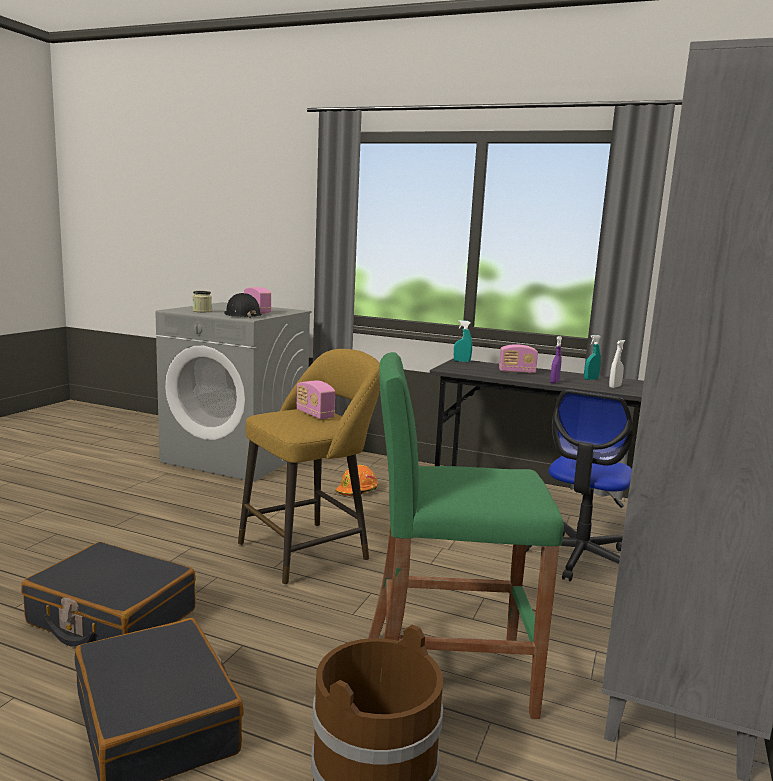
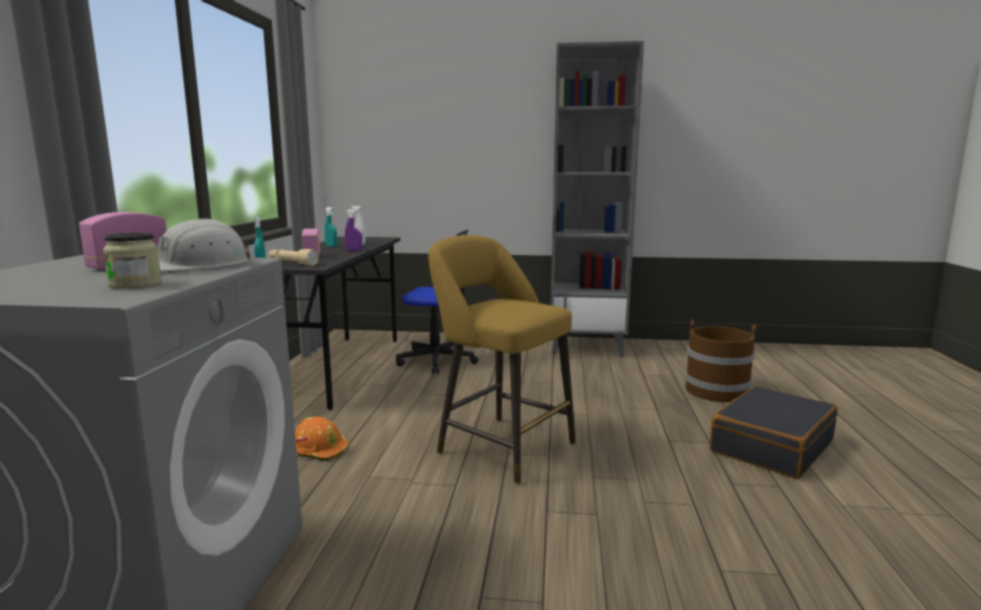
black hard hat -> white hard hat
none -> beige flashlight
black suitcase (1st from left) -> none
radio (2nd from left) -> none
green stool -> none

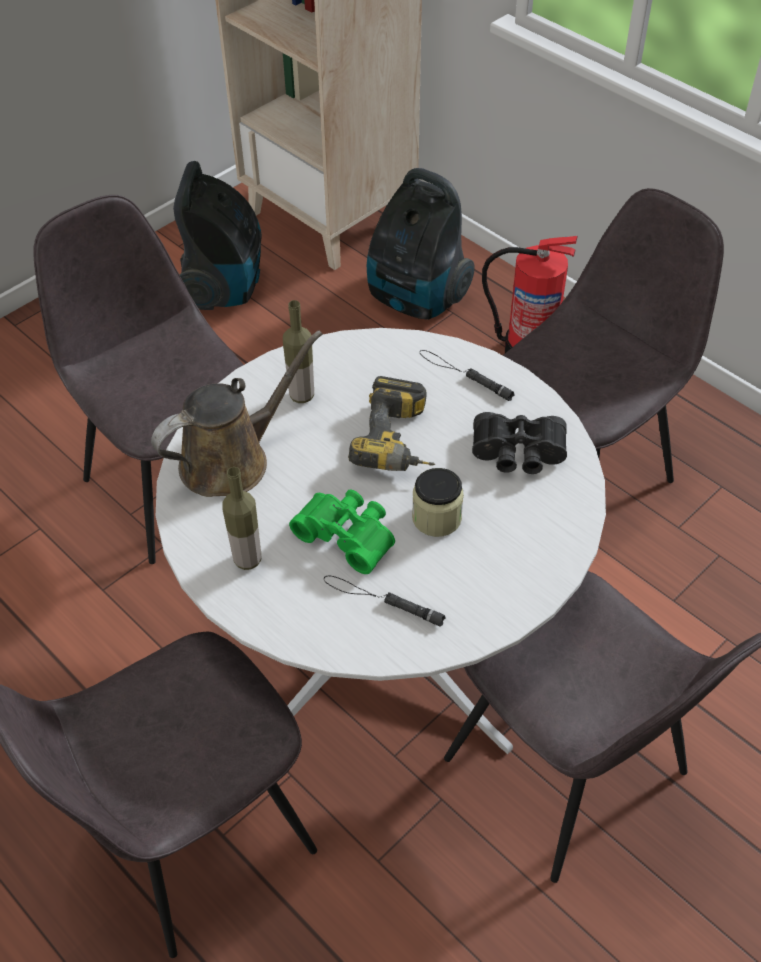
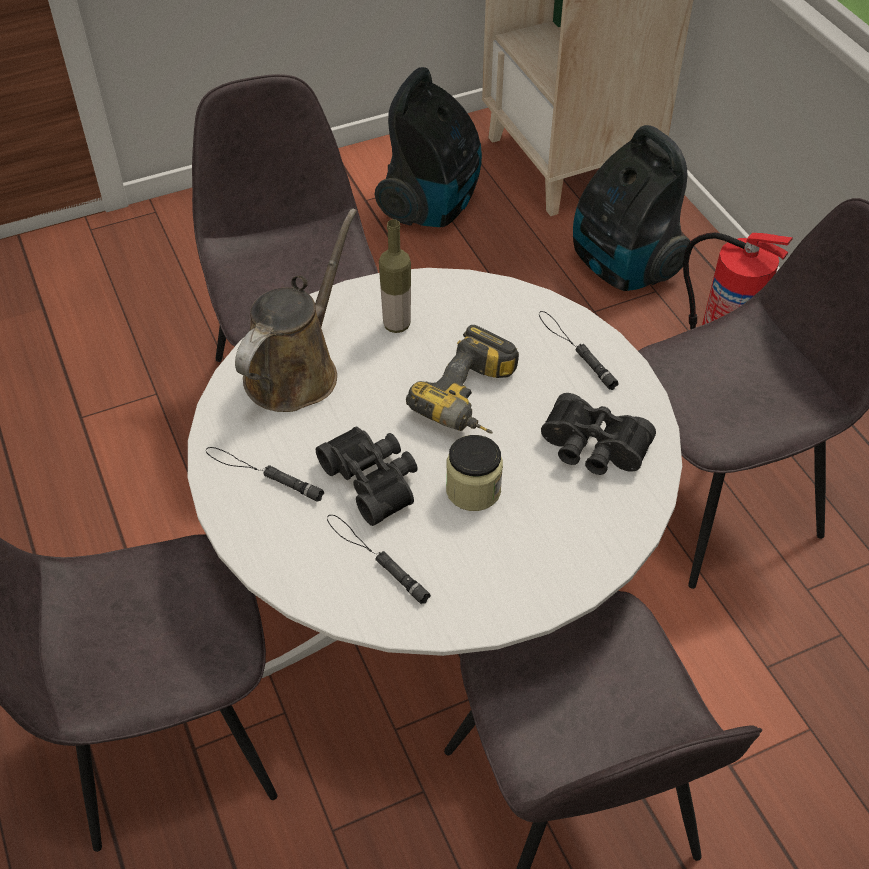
bottle (1st from left) -> black flashlight (1st from left)
brown watering can, 45 degrees counterclockwise
green binoculars -> black binoculars (1st from left)

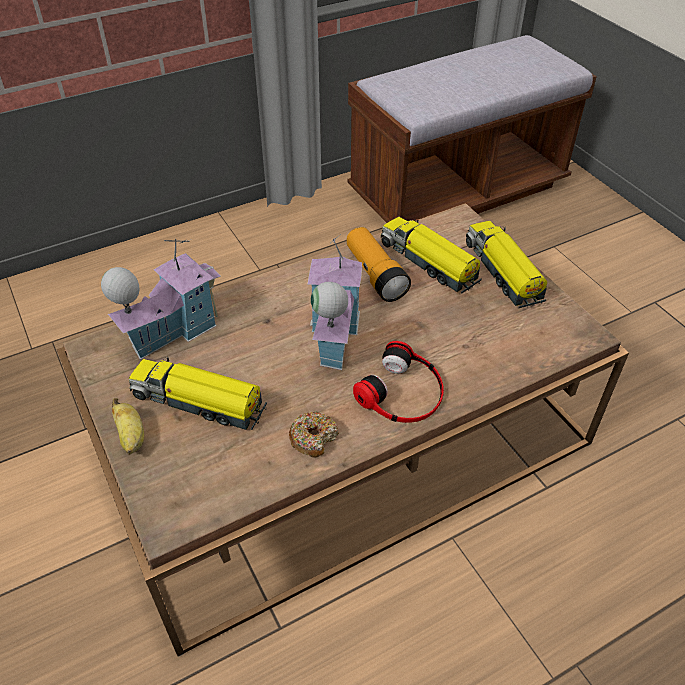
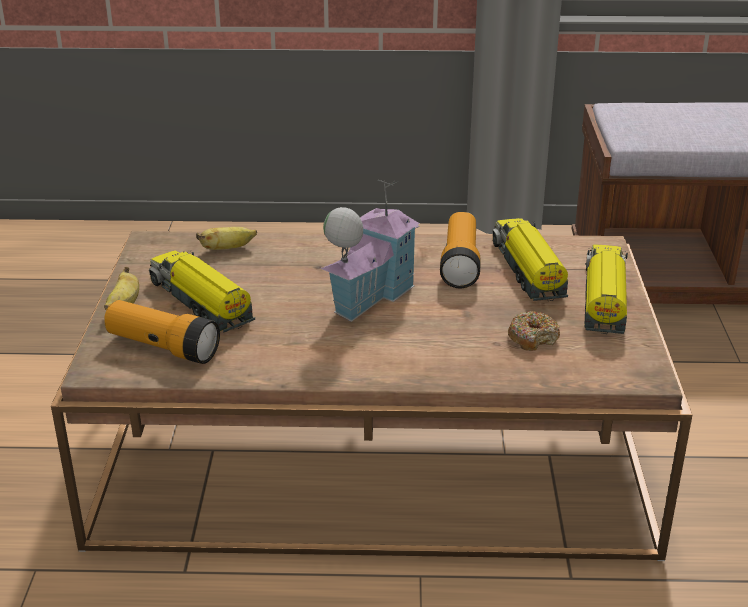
none -> flashlight (1st from left)
toy house (1st from left) -> banana (2nd from left)
donut, move
headphones -> none

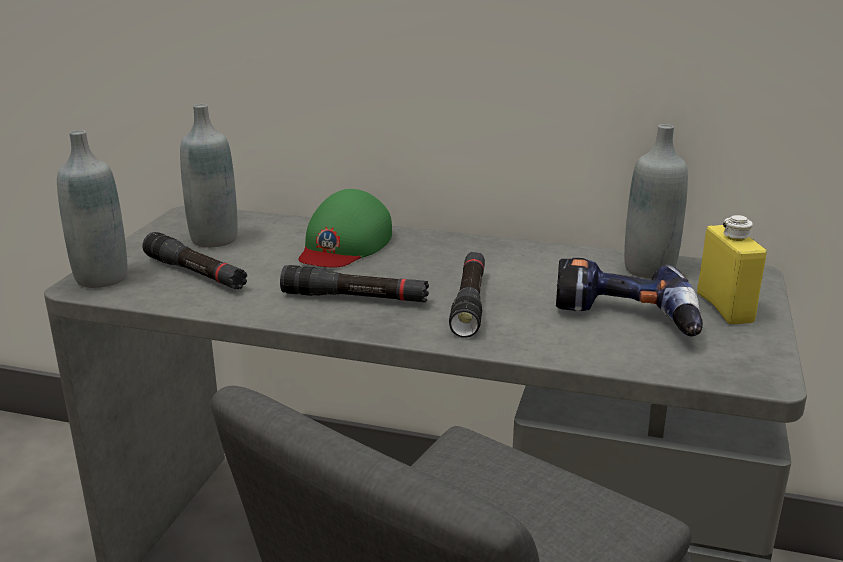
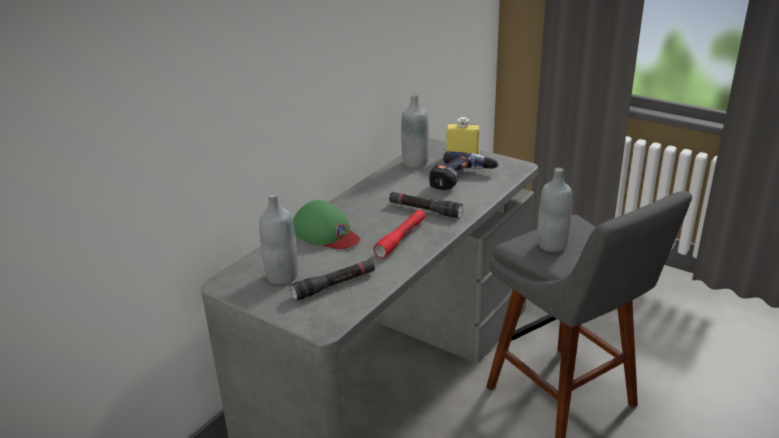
black flashlight (2nd from left) -> red flashlight
grey bottle (1st from left in the first image) -> grey bottle (3rd from left), move

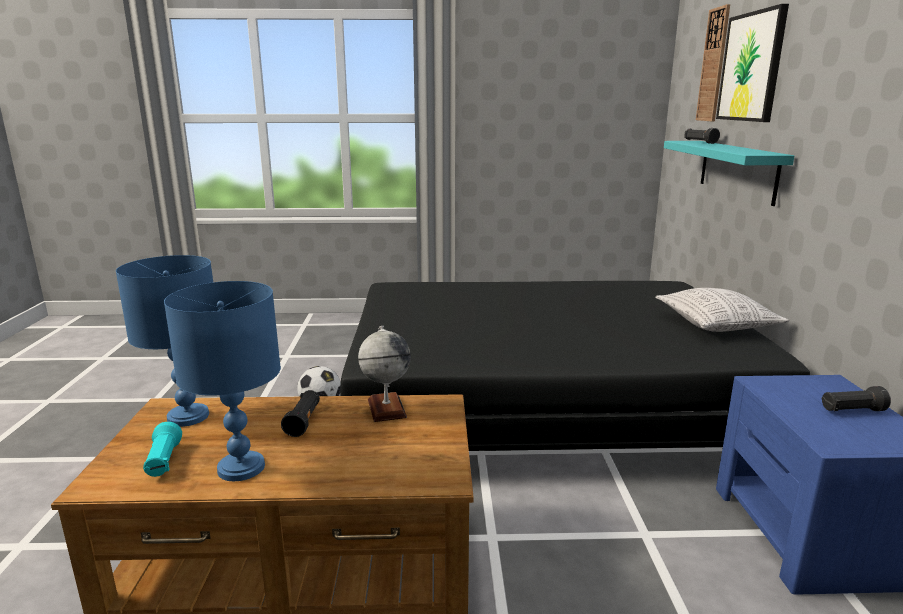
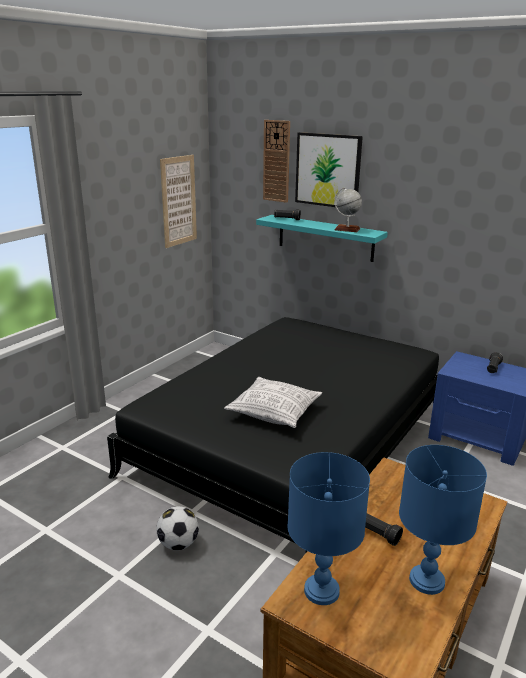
none -> picture (1st from left)
pillow, move
globe, move
turquoise flashlight -> none

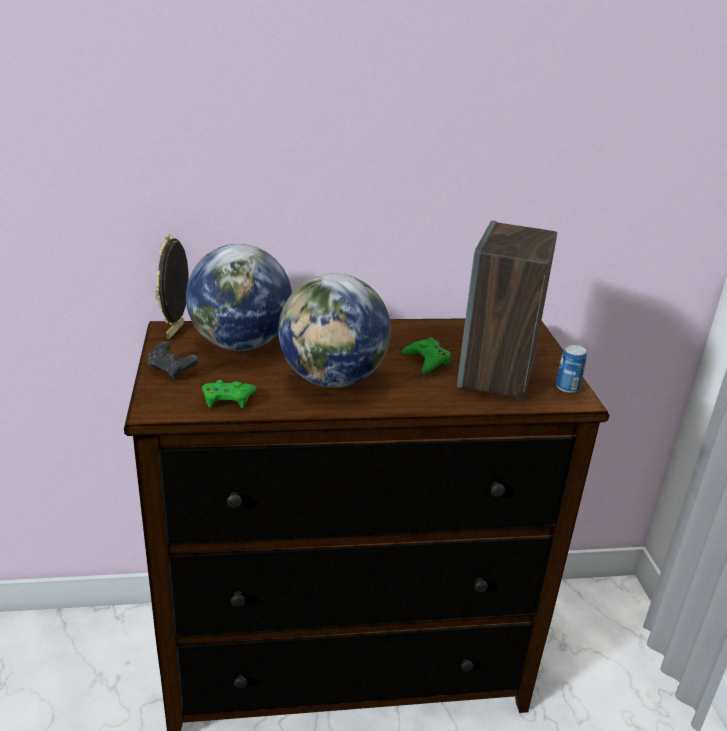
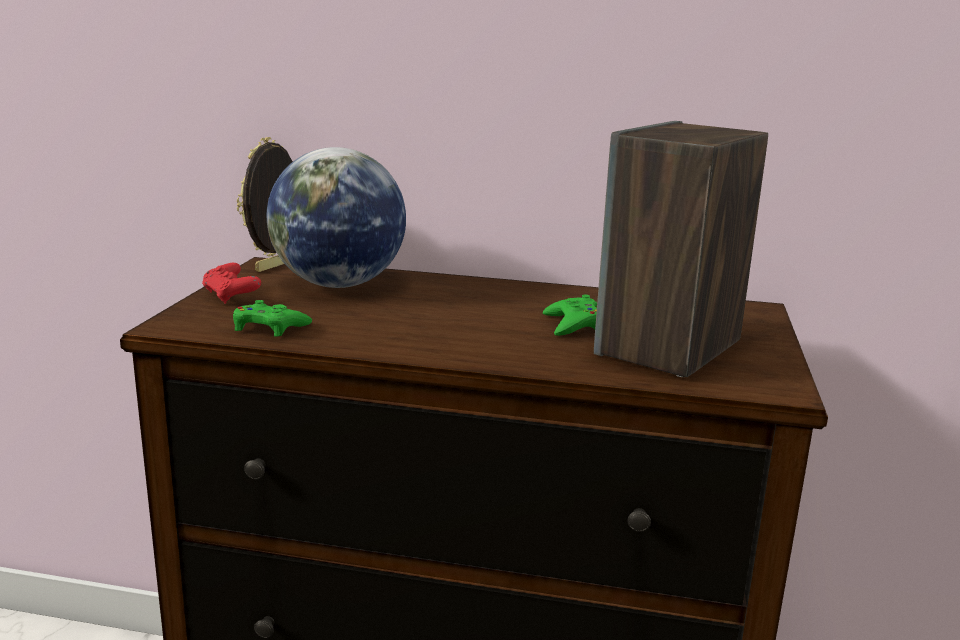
black game controller -> red game controller
globe (2nd from left) -> none
can -> none

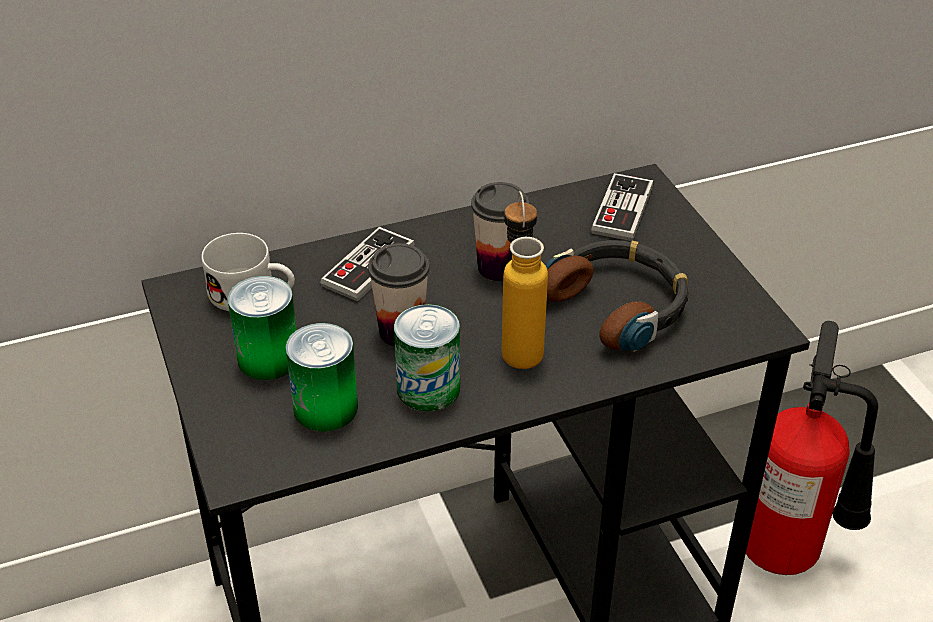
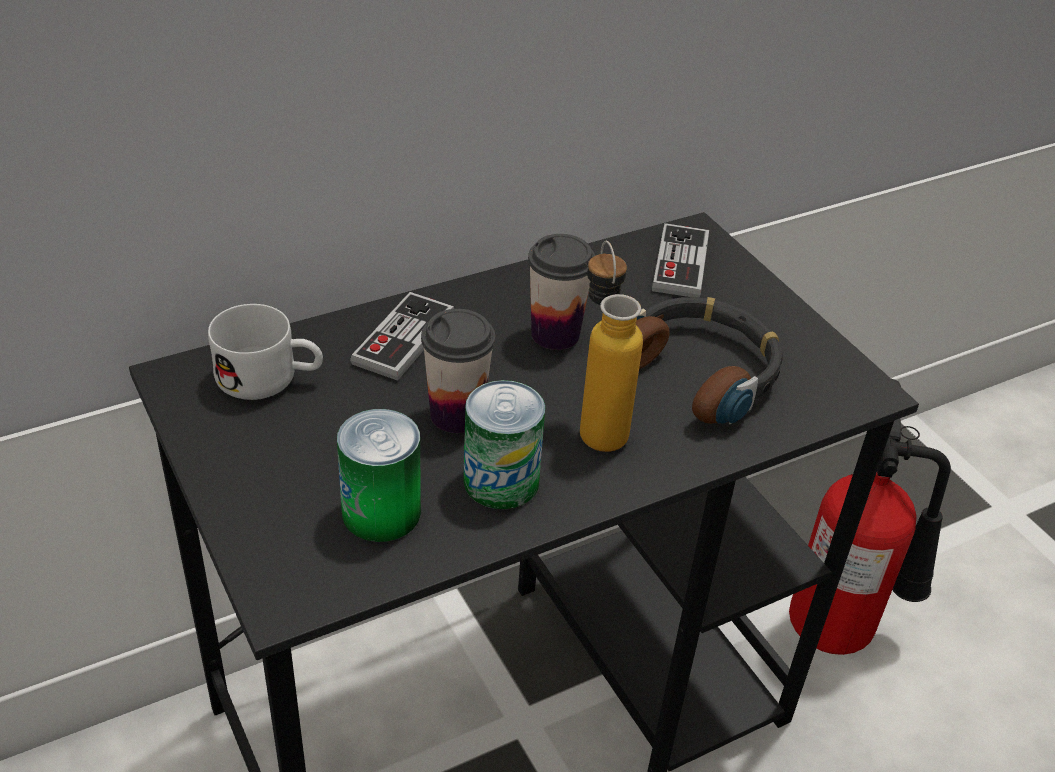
can (1st from left) -> none

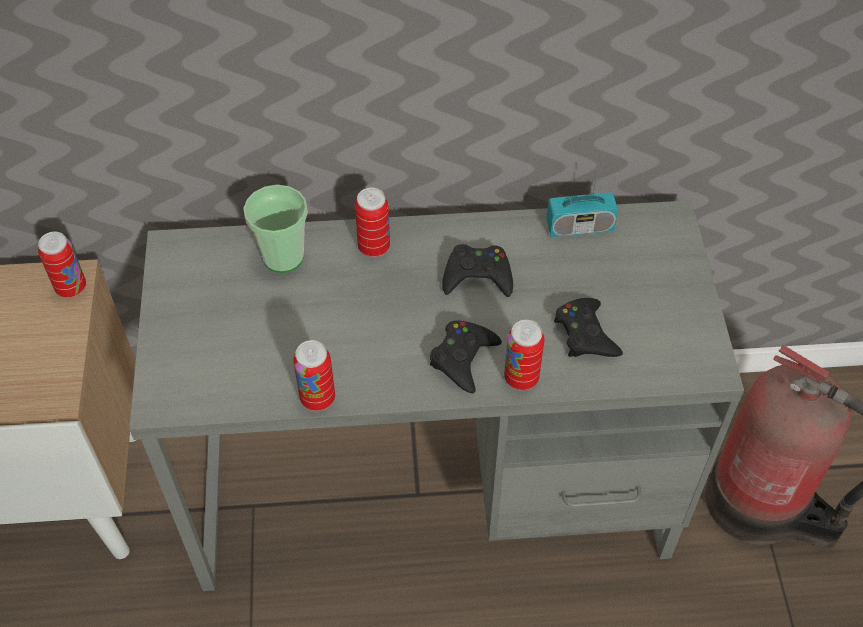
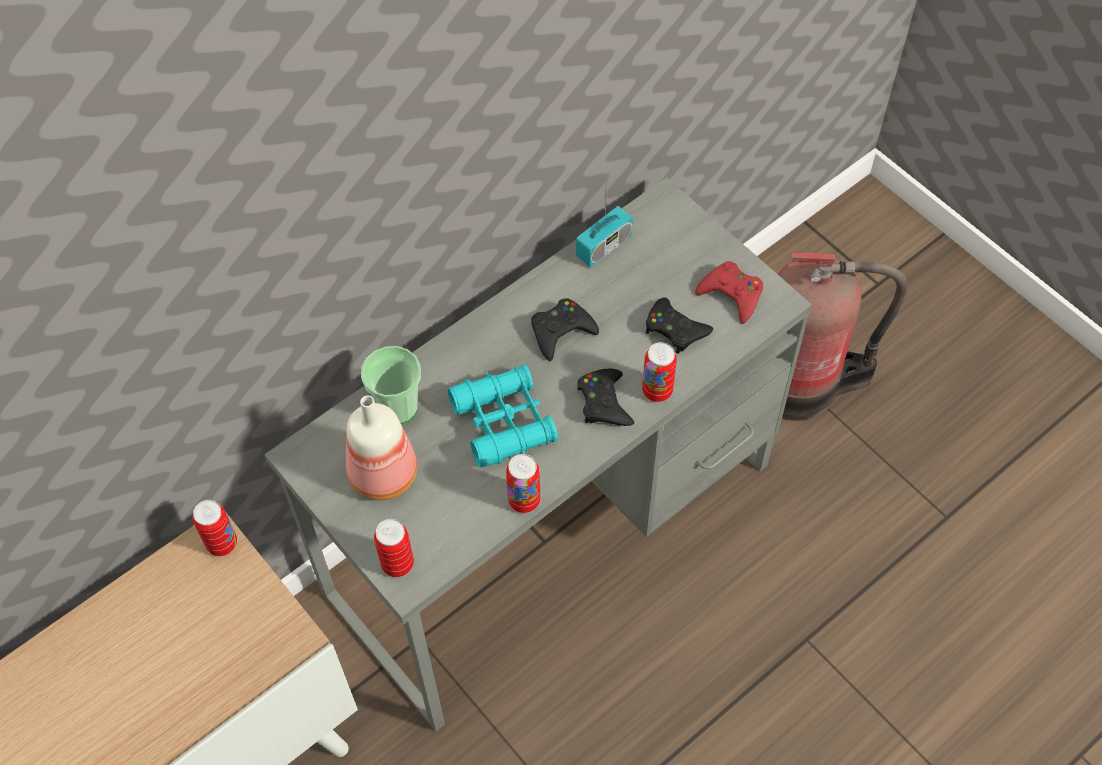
none -> bottle
can (3rd from left in the first image) -> can (2nd from left), move
none -> turquoise binoculars
none -> red game controller

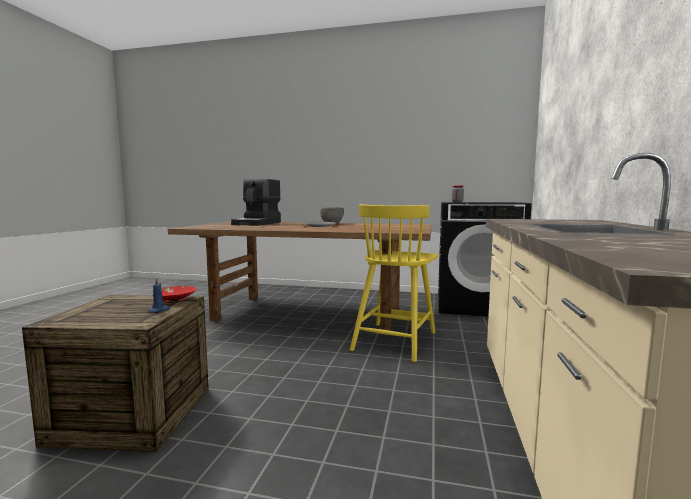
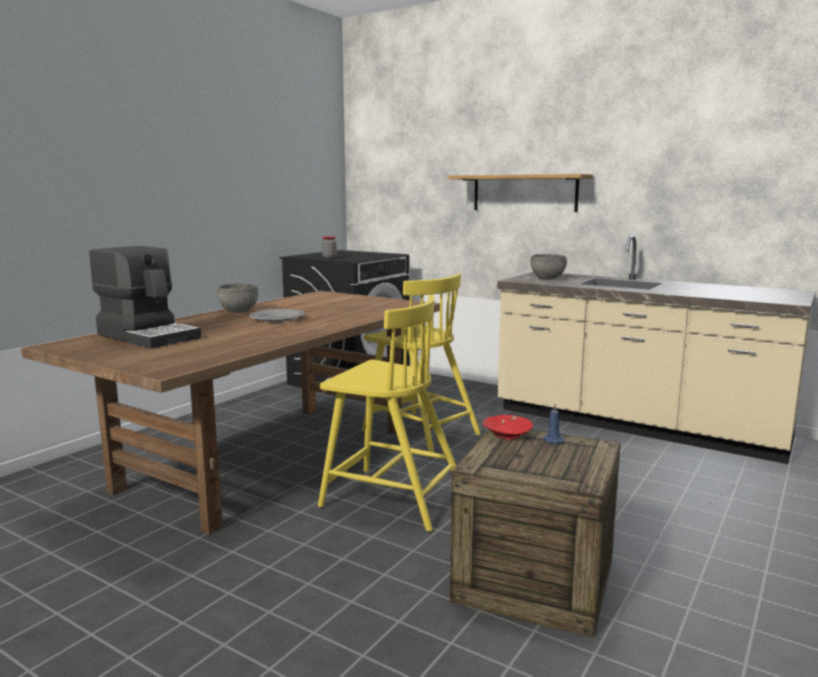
none -> yellow chair (1st from left)
none -> shelf
none -> grey bowl (2nd from left)

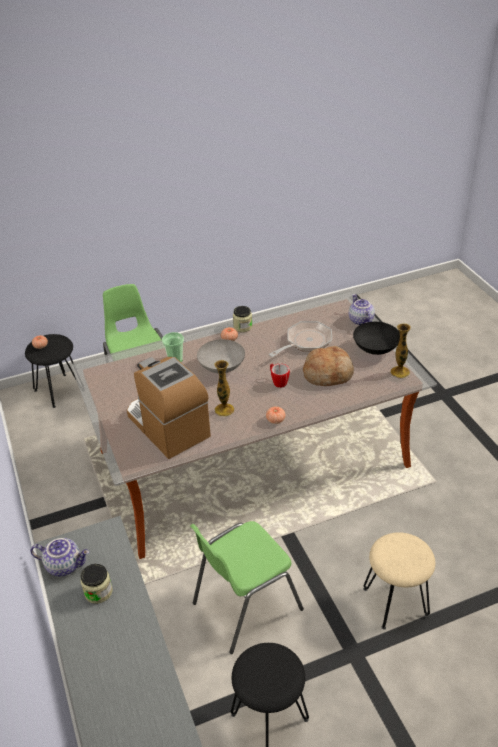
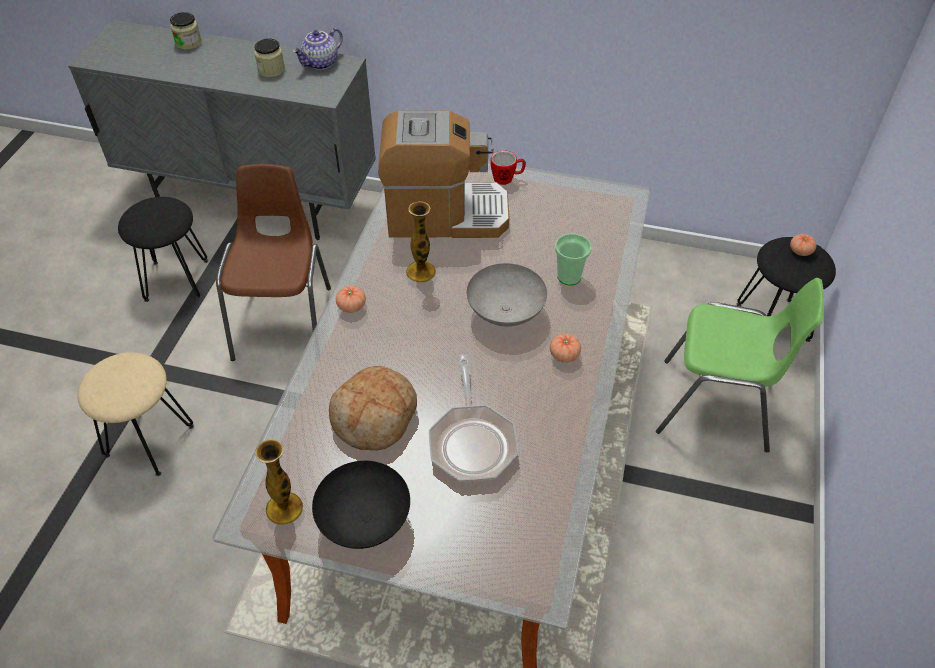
jar (2nd from left in the first image) -> jar (1st from left), move
green chair (2nd from left) -> brown chair
mug, move
teapot (2nd from left) -> none

